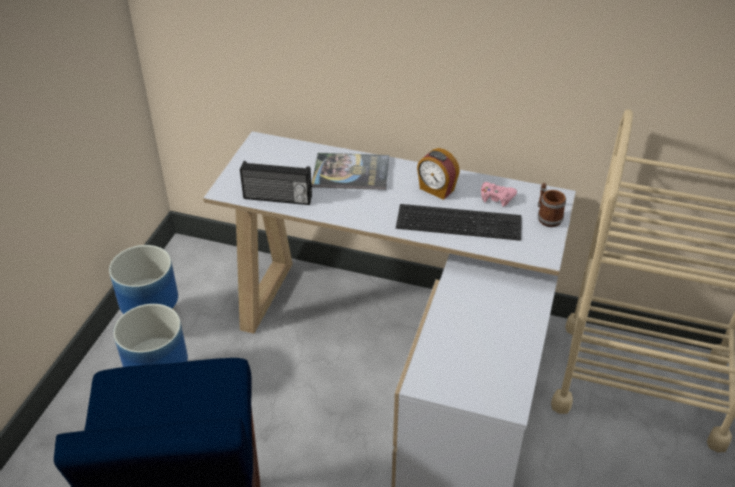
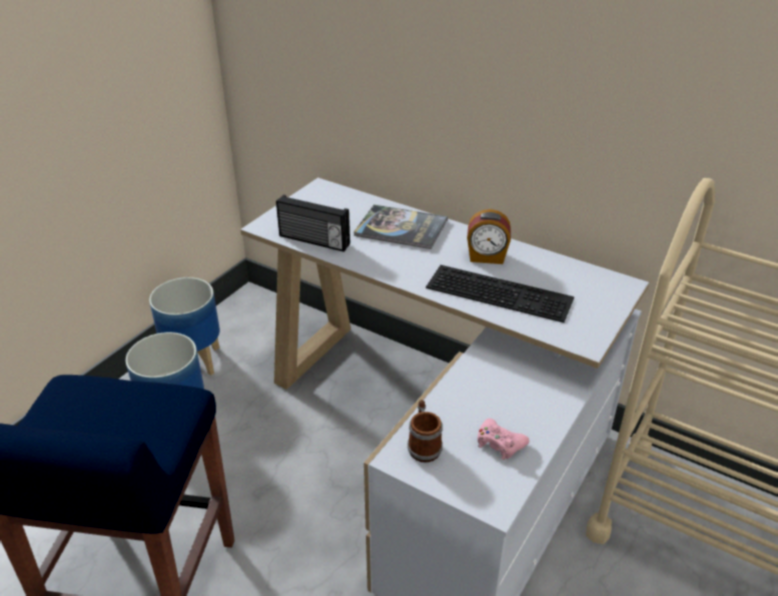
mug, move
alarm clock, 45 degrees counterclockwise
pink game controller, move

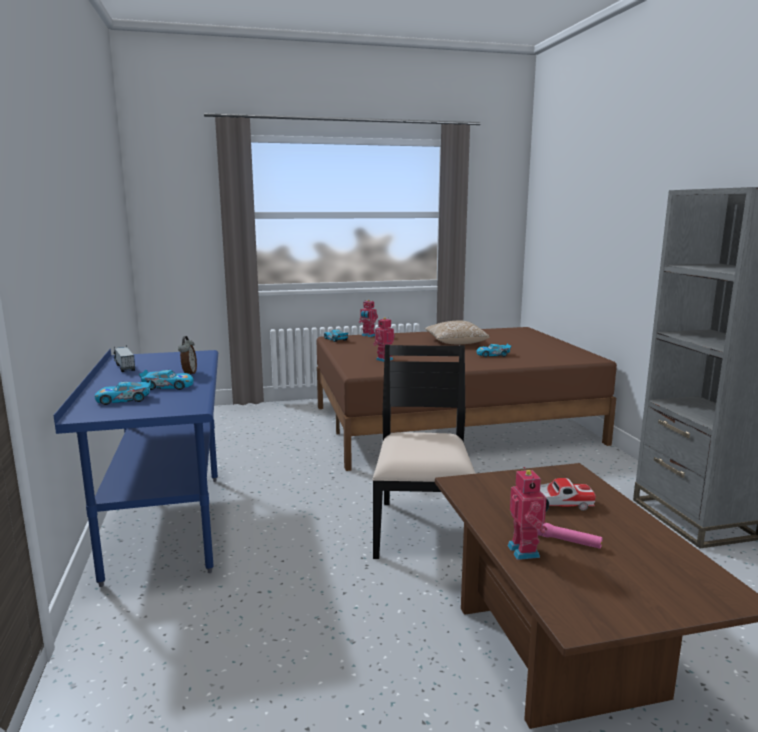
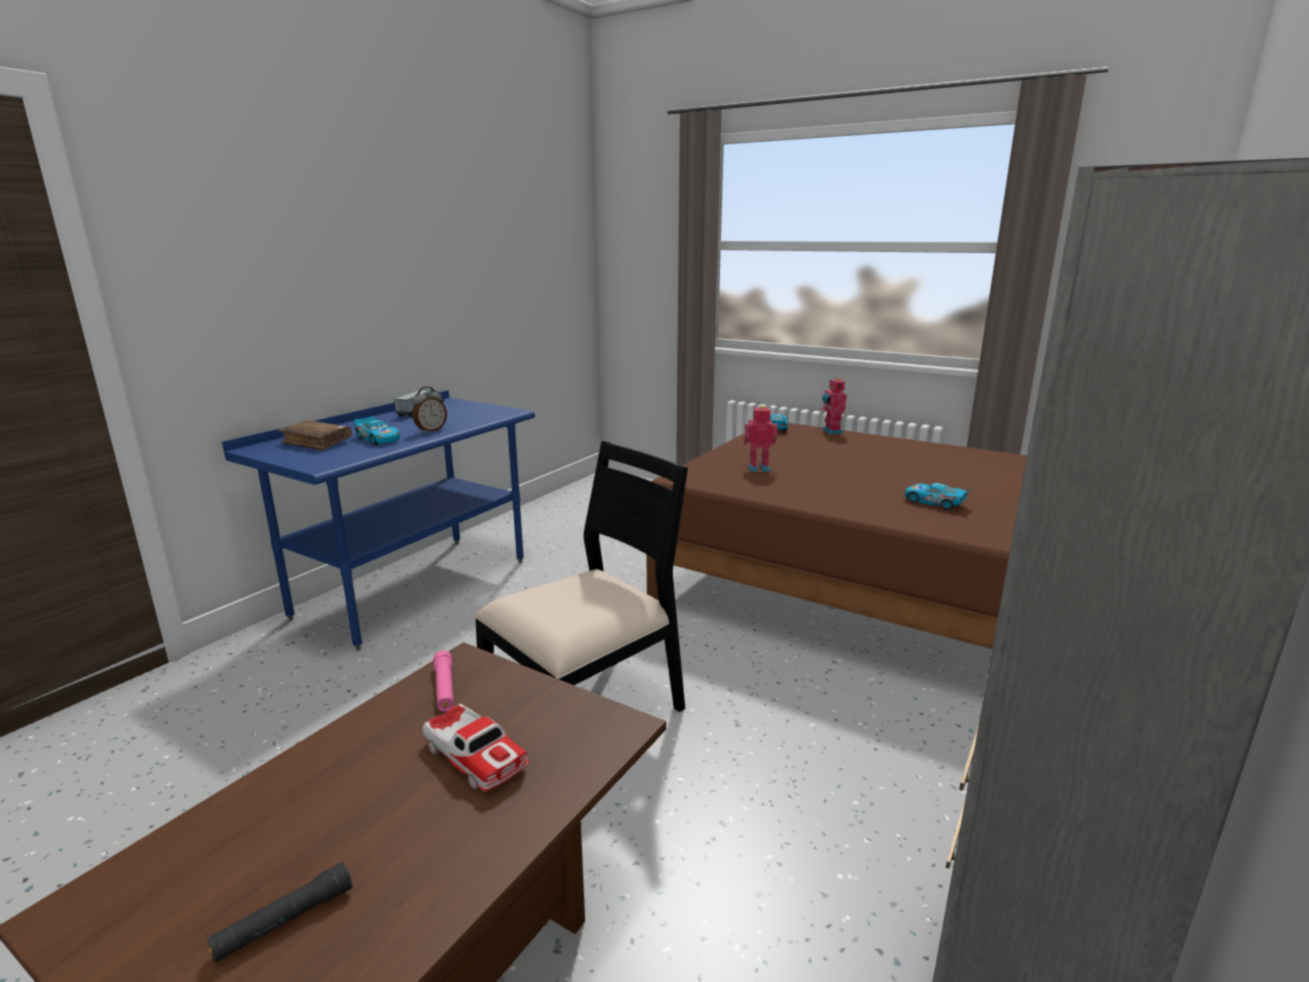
none -> black flashlight
toy car (1st from left) -> brown book
pink flashlight, move
pillow -> none
toy robot (3rd from left) -> none

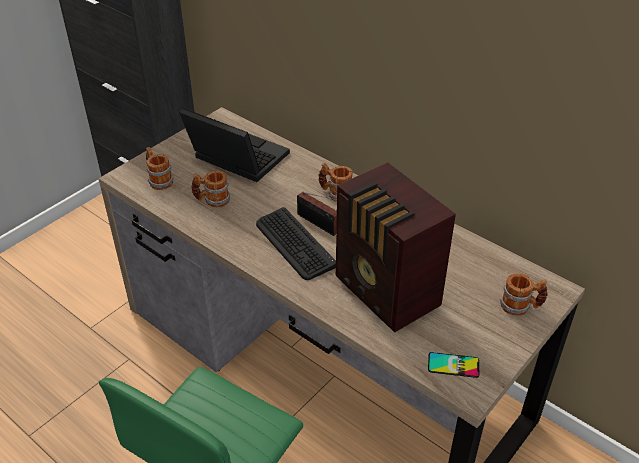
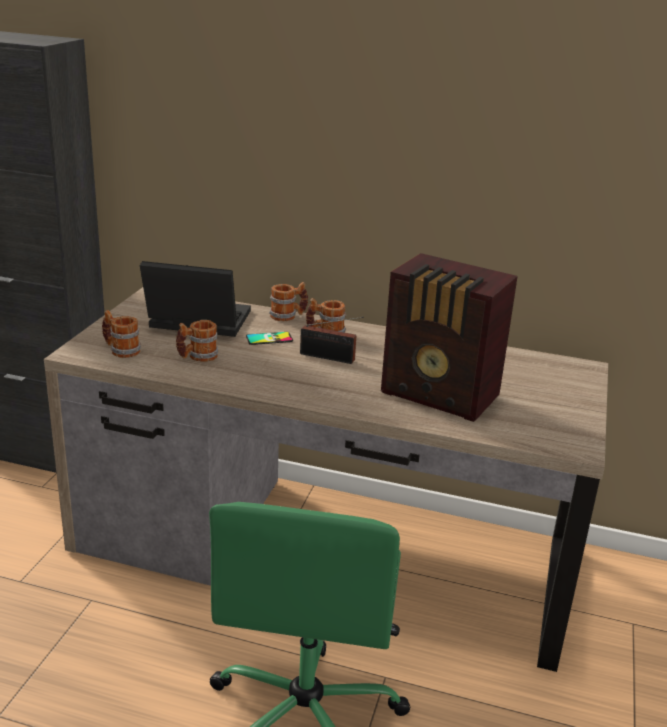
phone, move
mug (4th from left in the first image) -> mug (3rd from left), move
keyboard -> none

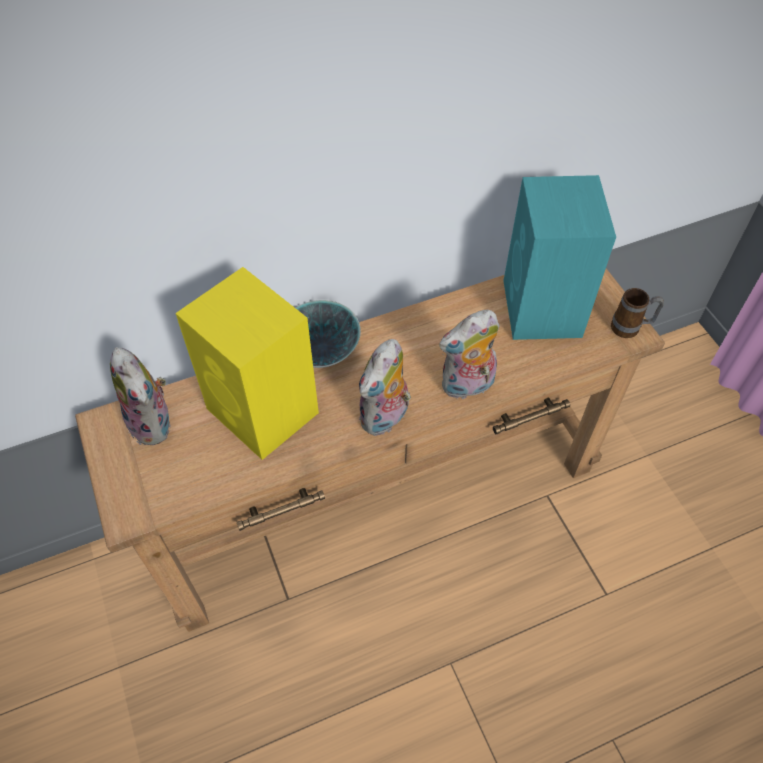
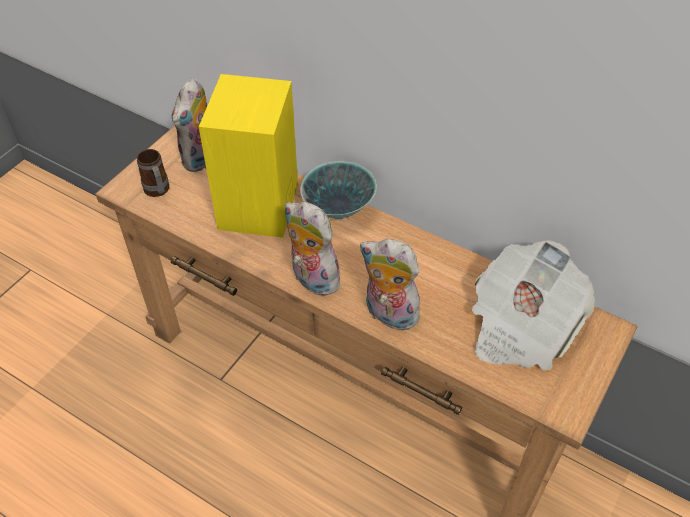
mug, move
plush toy (2nd from left), 45 degrees clockwise
turquoise speaker -> newspaper

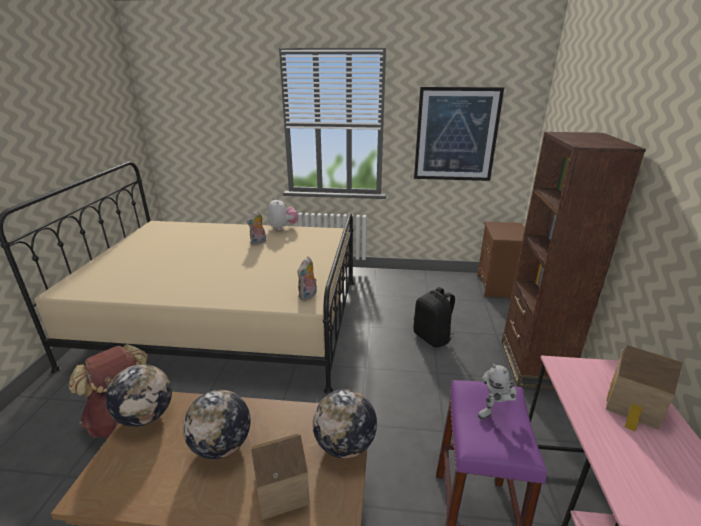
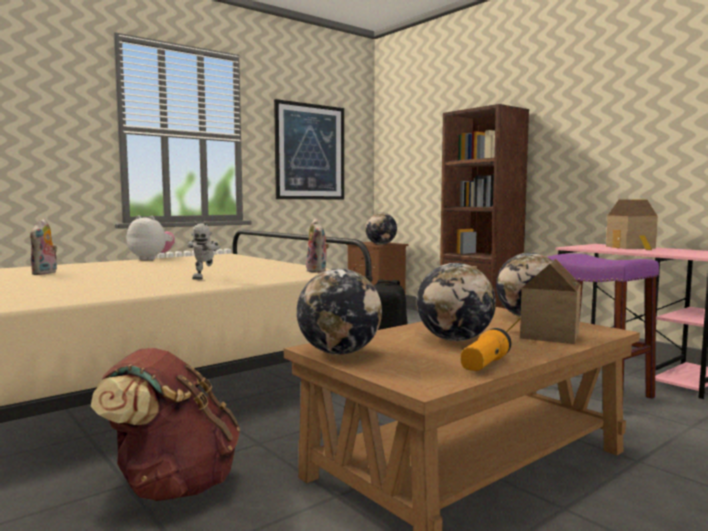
plush toy (1st from left), move
toy robot, move
none -> globe (2nd from left)
none -> flashlight

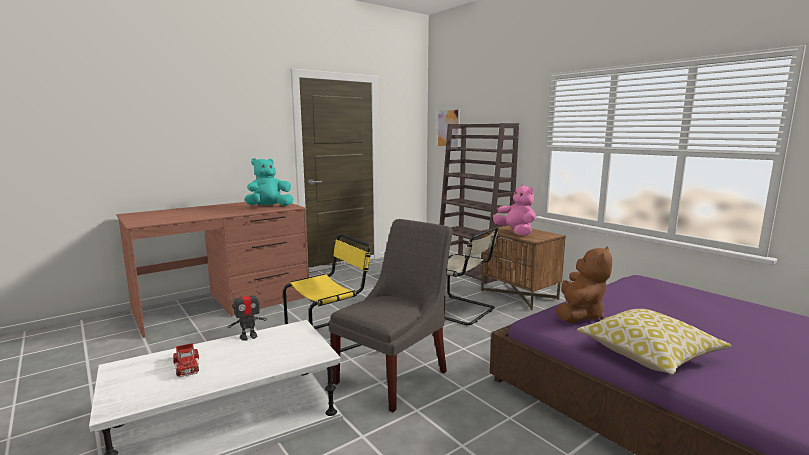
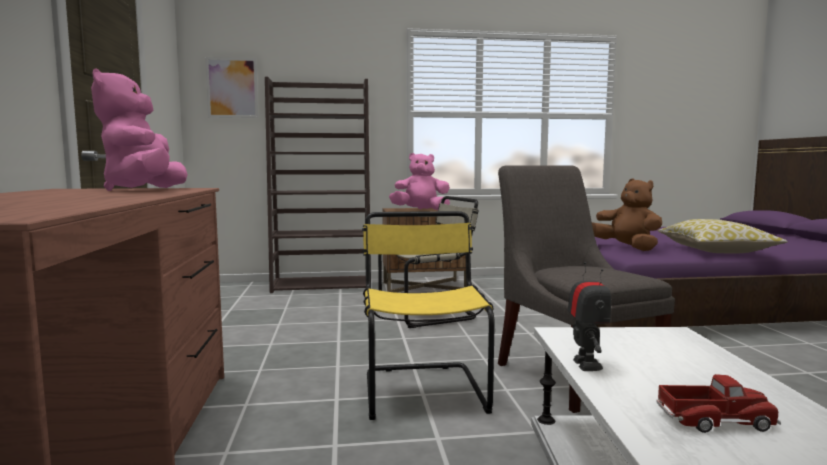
turquoise plush toy -> pink plush toy (1st from left)

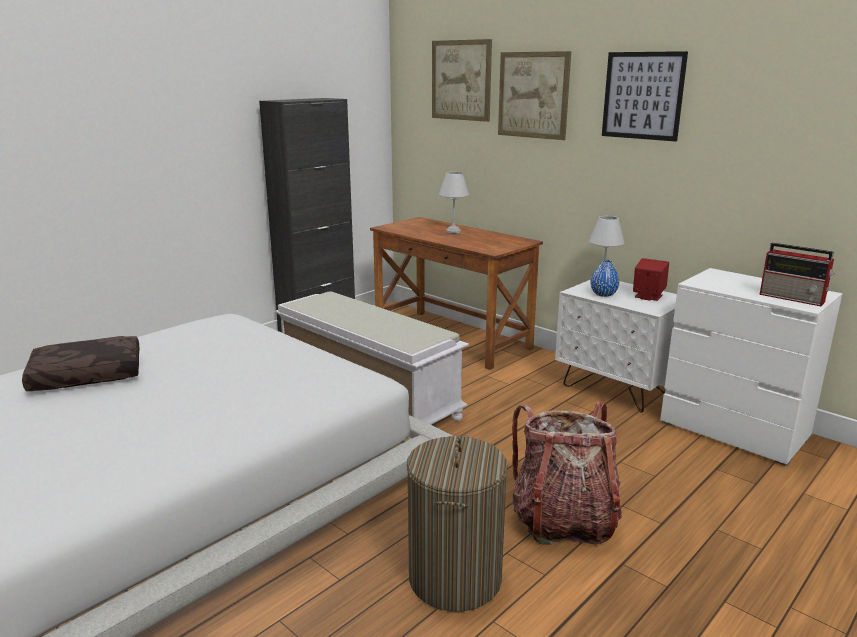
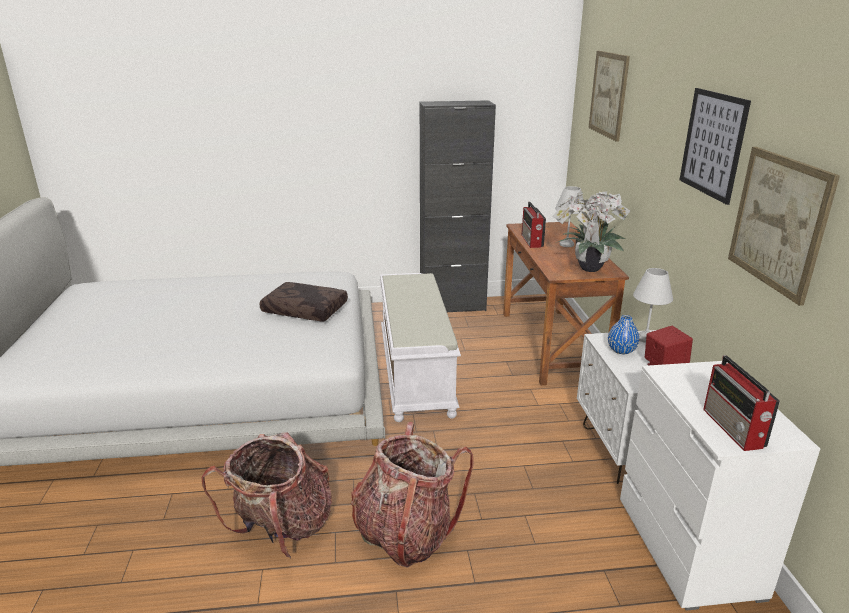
laundry basket -> backpack (1st from left)
brown pillow, move
none -> radio (1st from left)
none -> potted plant
picture (2nd from left in the first image) -> picture (3rd from left), move

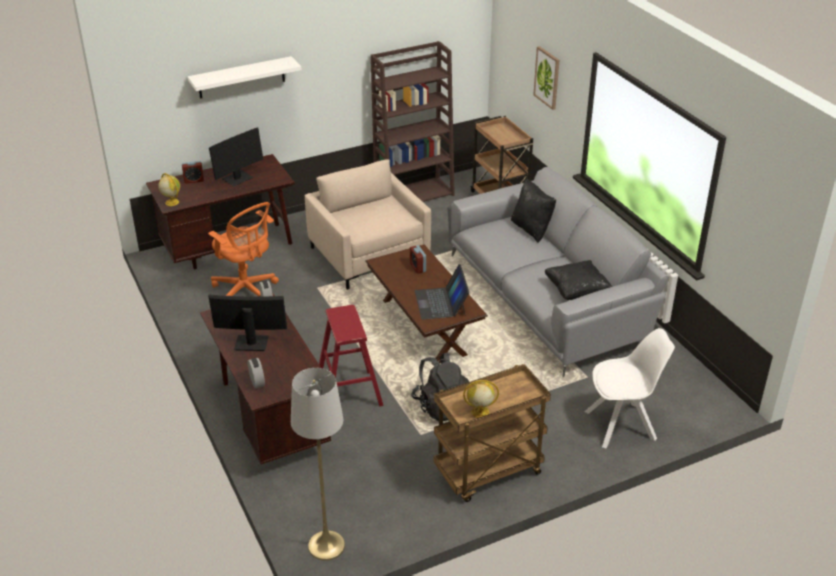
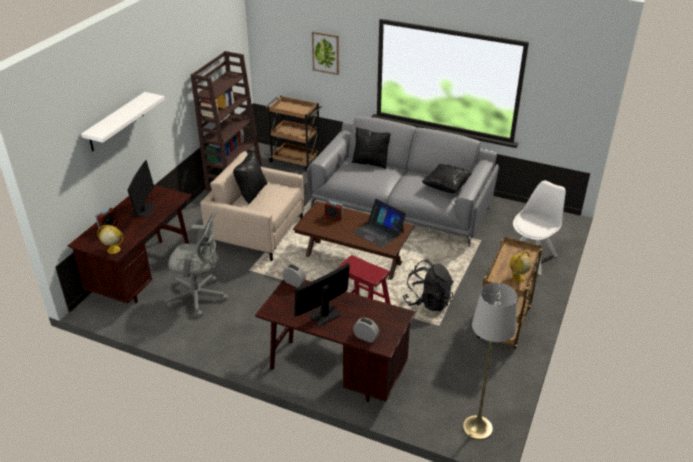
orange office chair -> grey office chair
none -> black pillow (1st from left)

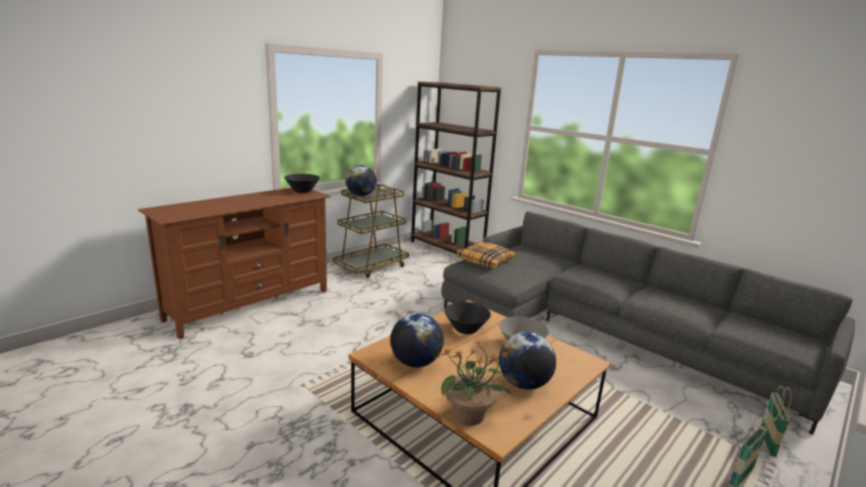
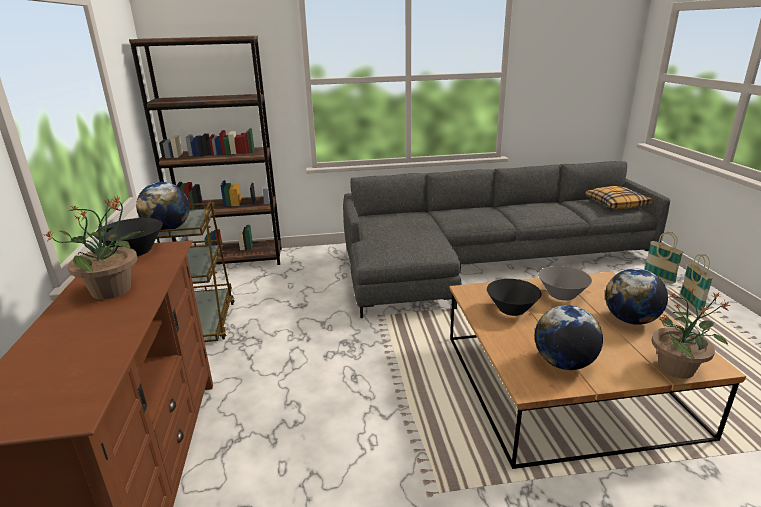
none -> potted plant (1st from left)
pillow, move

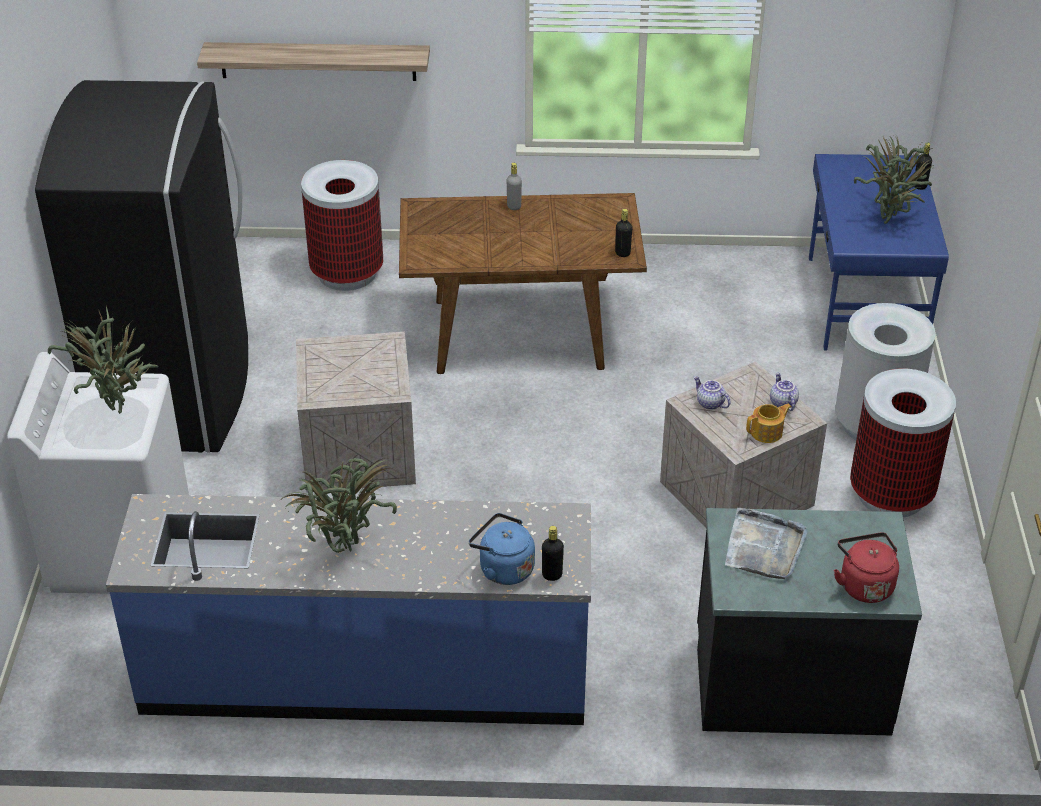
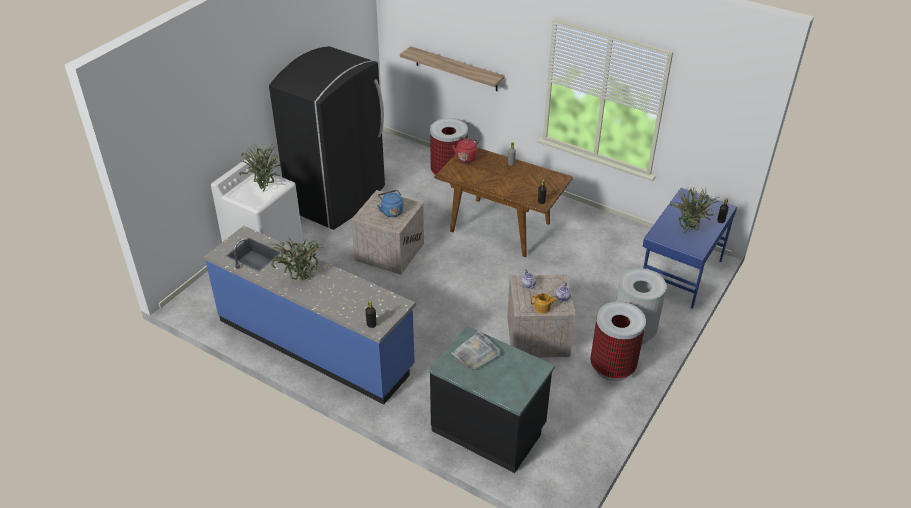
blue kettle, move
red kettle, move

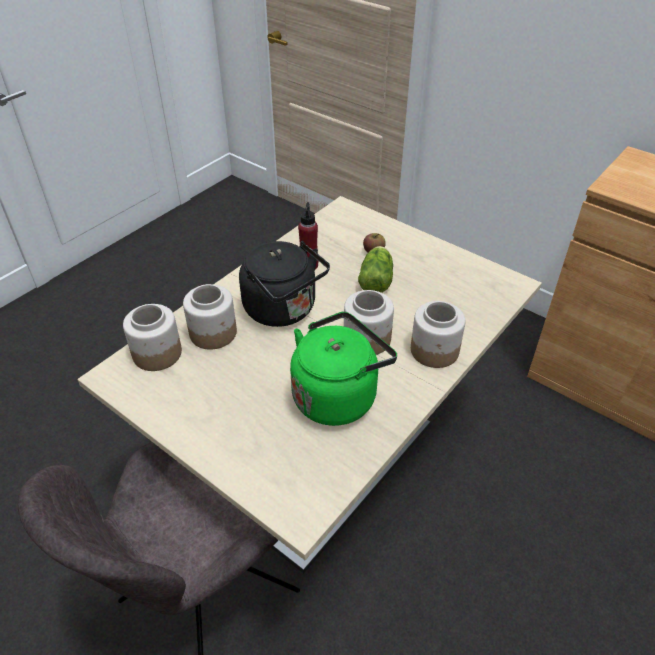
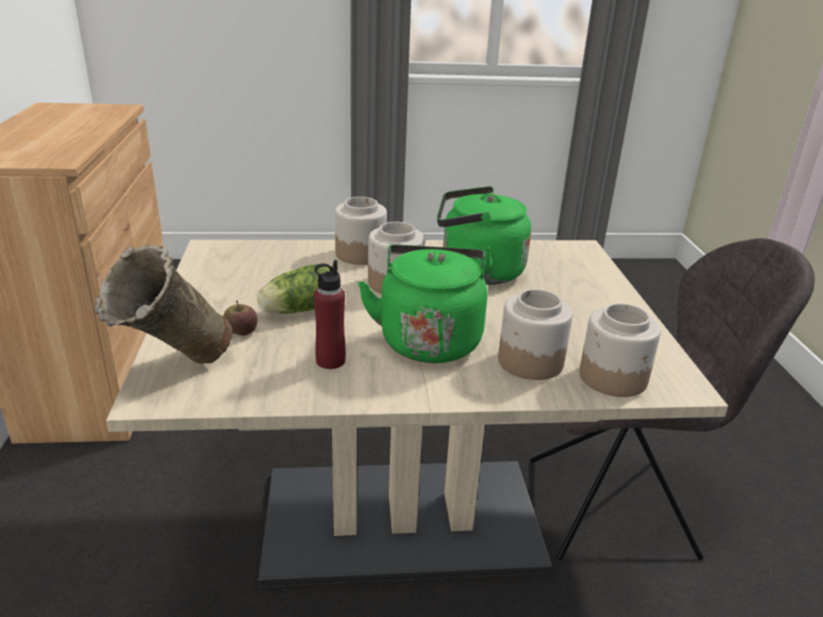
none -> beige vase
black kettle -> green kettle (1st from left)

